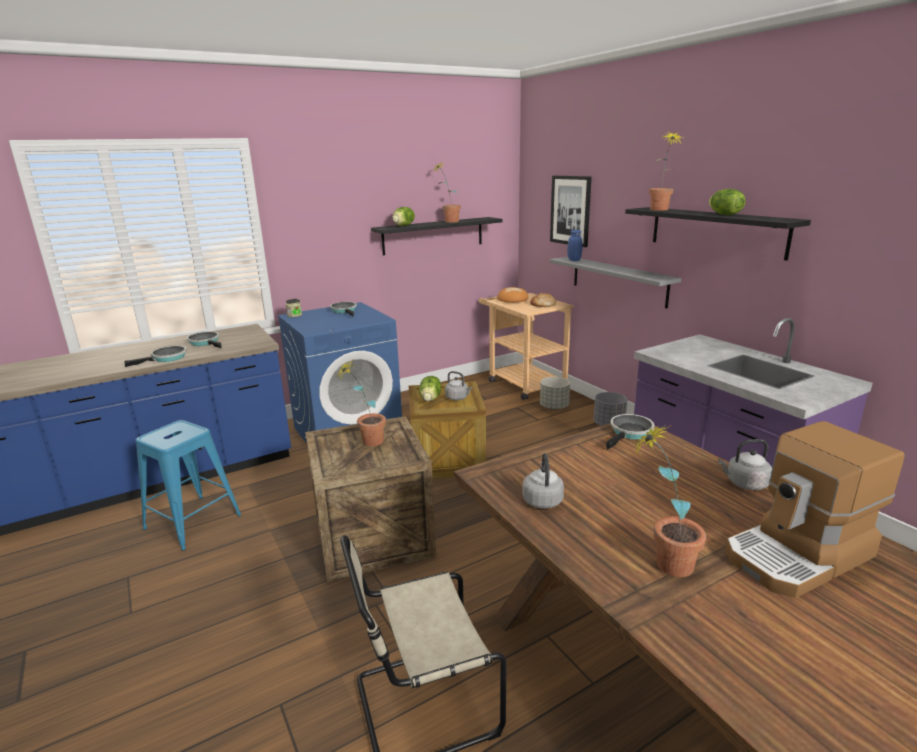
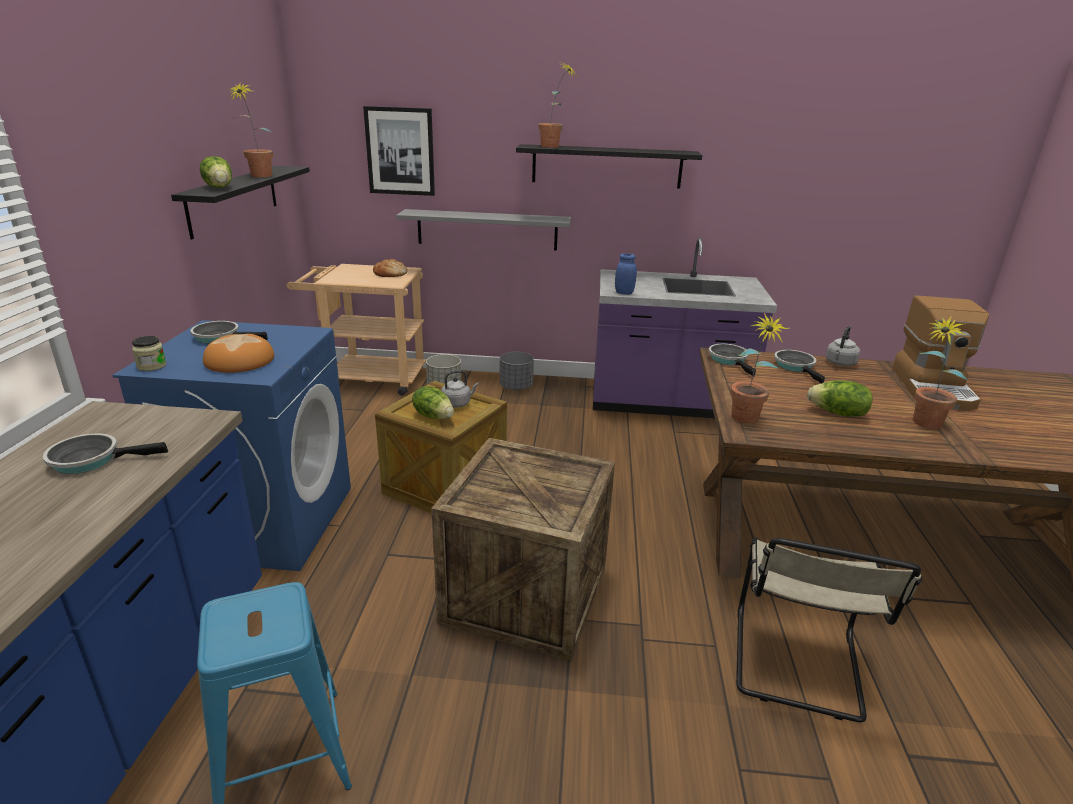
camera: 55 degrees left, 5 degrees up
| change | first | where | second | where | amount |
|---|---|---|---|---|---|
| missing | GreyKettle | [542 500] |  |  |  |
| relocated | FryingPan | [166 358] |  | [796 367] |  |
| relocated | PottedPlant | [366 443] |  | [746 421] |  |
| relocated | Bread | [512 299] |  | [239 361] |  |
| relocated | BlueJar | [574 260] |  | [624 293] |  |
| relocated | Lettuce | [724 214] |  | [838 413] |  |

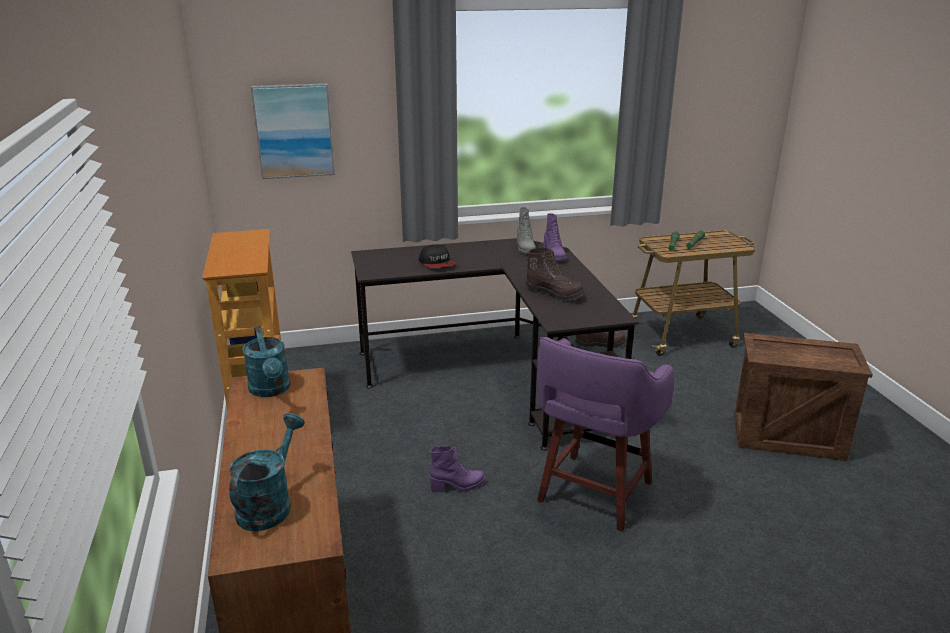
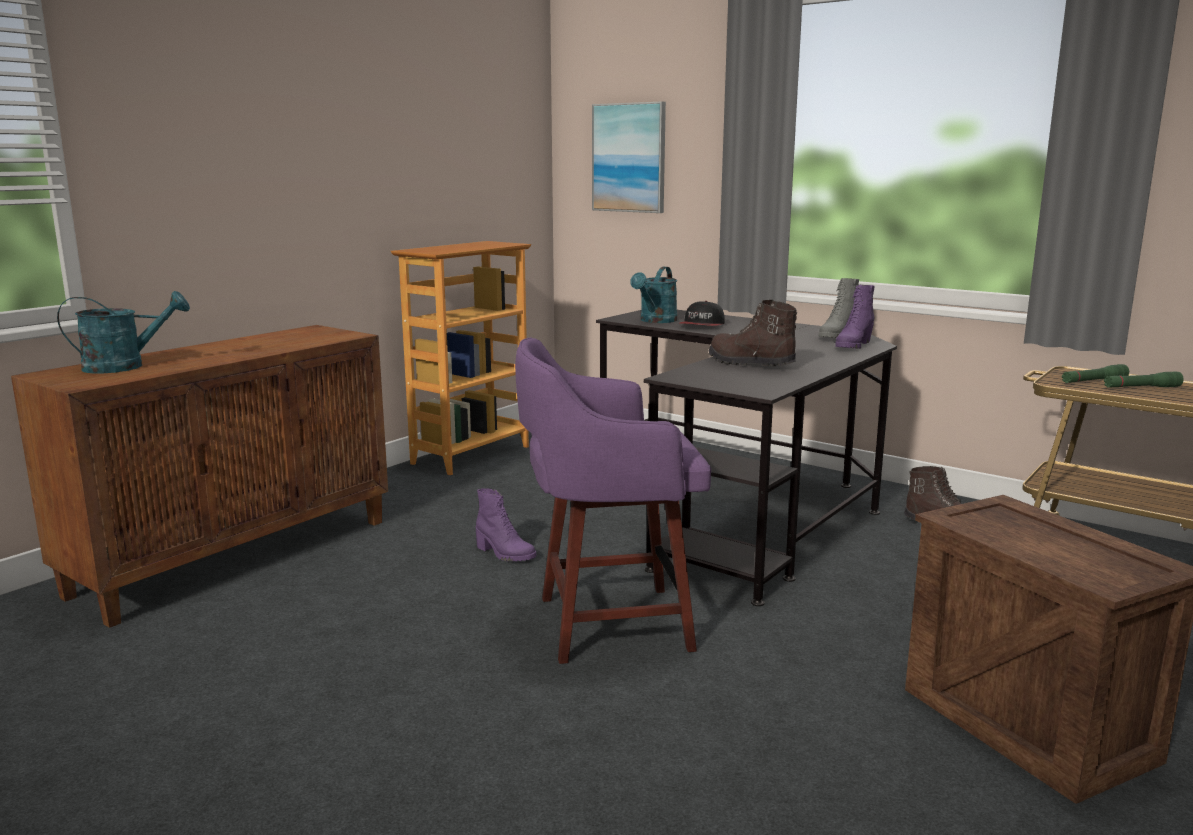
camera: 50 degrees right, 10 degrees down
| change | first | where | second | where | amount |
|---|---|---|---|---|---|
| relocated | TurquoiseWateringCan | [271 390] |  | [655 321] |  |
| spun | BrownBoot | [554 293] |  | [750 363] | 135 degrees clockwise |

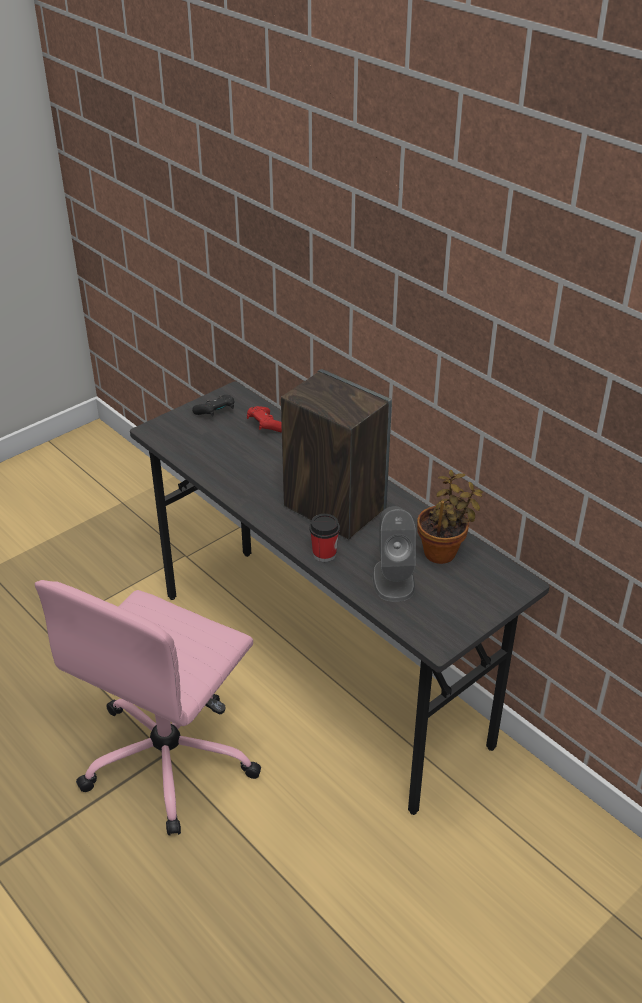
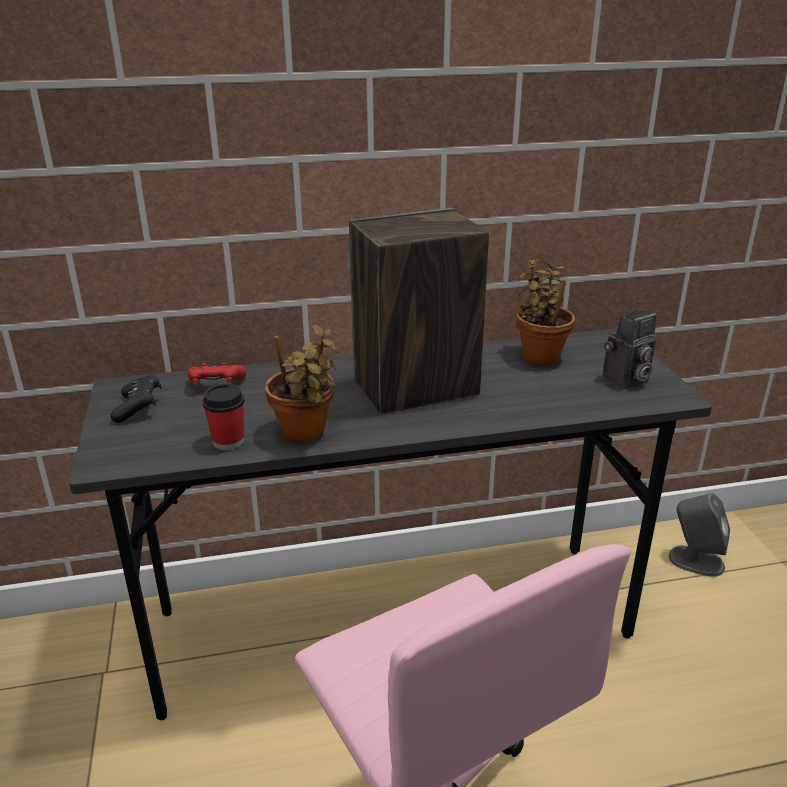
camera: 60 degrees left, 10 degrees down
| change | first | where | second | where | amount |
|---|---|---|---|---|---|
| appeared |  |  | PottedPlant | [306 434] |  |
| appeared |  |  | PhotoCamera | [625 380] |  |
| relocated | Cup | [324 554] |  | [228 441] |  |
| relocated | GreySpeaker | [393 579] |  | [695 561] |  |

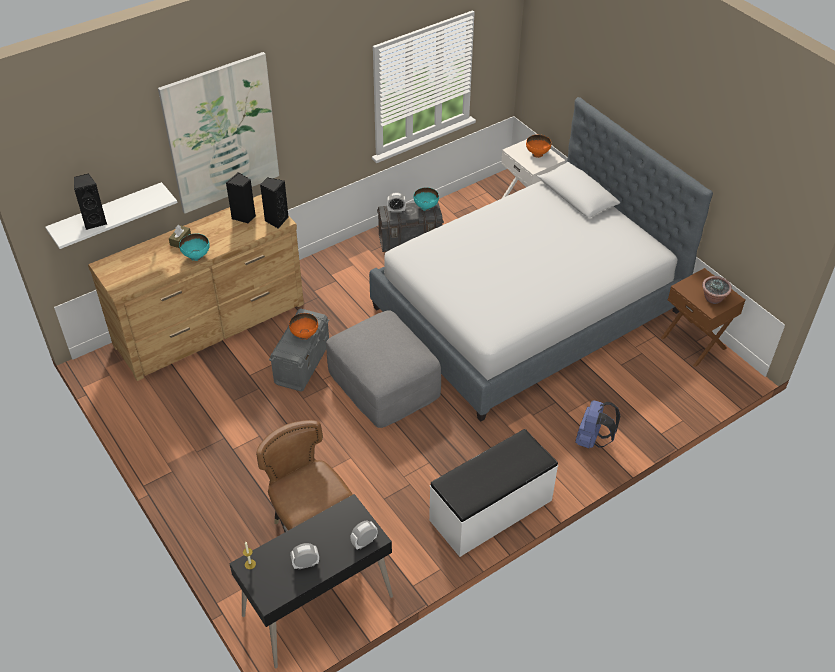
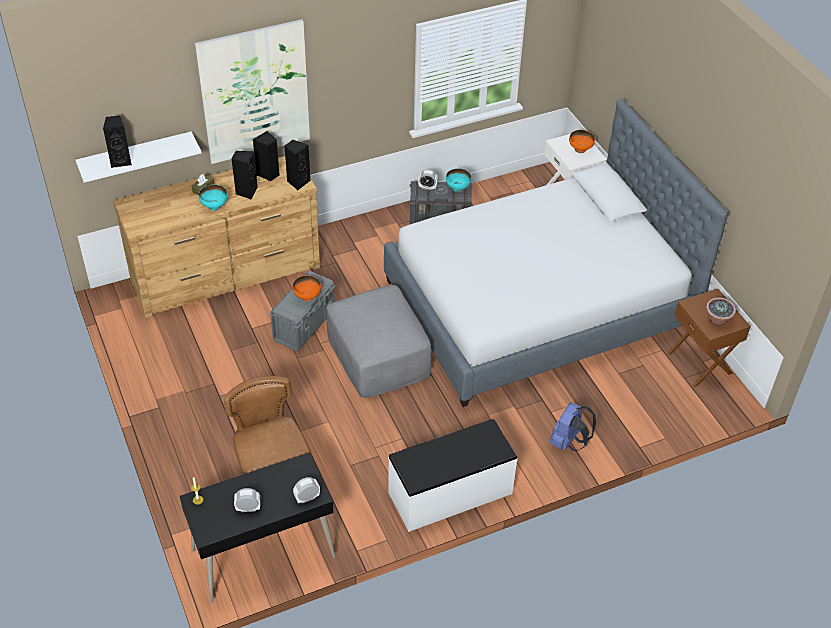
camera: 10 degrees right, 0 degrees up
| change | first | where | second | where | amount |
|---|---|---|---|---|---|
| appeared |  |  | BlackSpeaker | [246 192] |  |

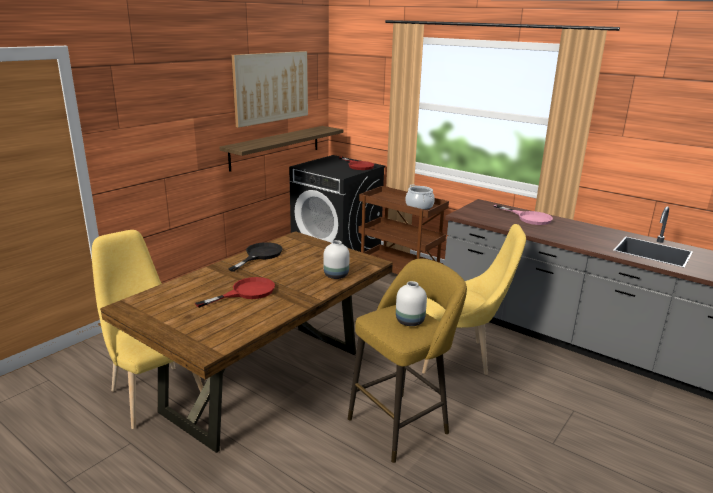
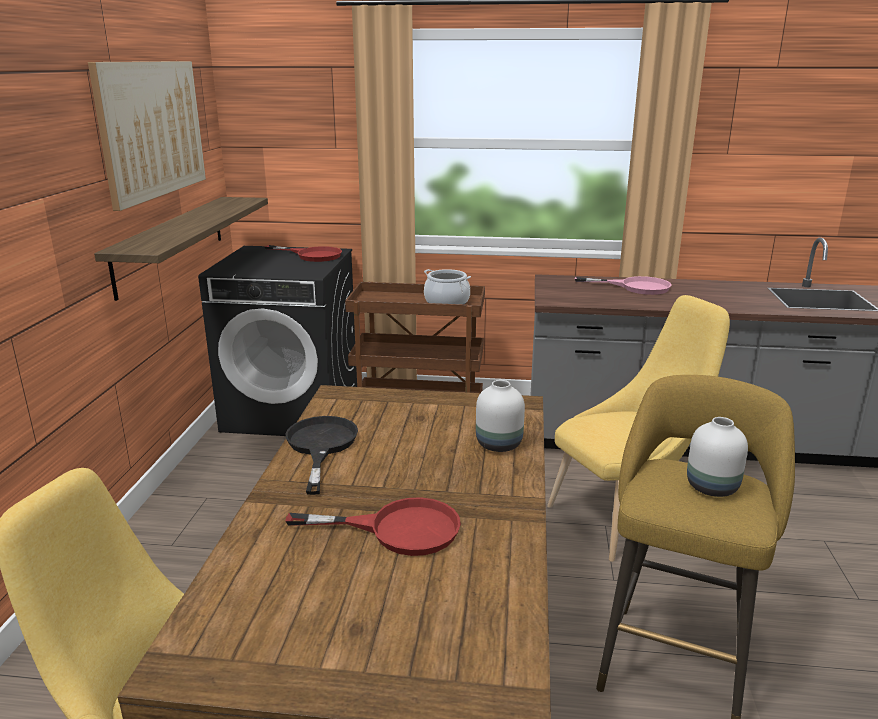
camera: 30 degrees left, 0 degrees up
| change | first | where | second | where | amount |
|---|---|---|---|---|---|
| spun | RedFryingPan | [246 292] |  | [398 529] | 75 degrees clockwise |

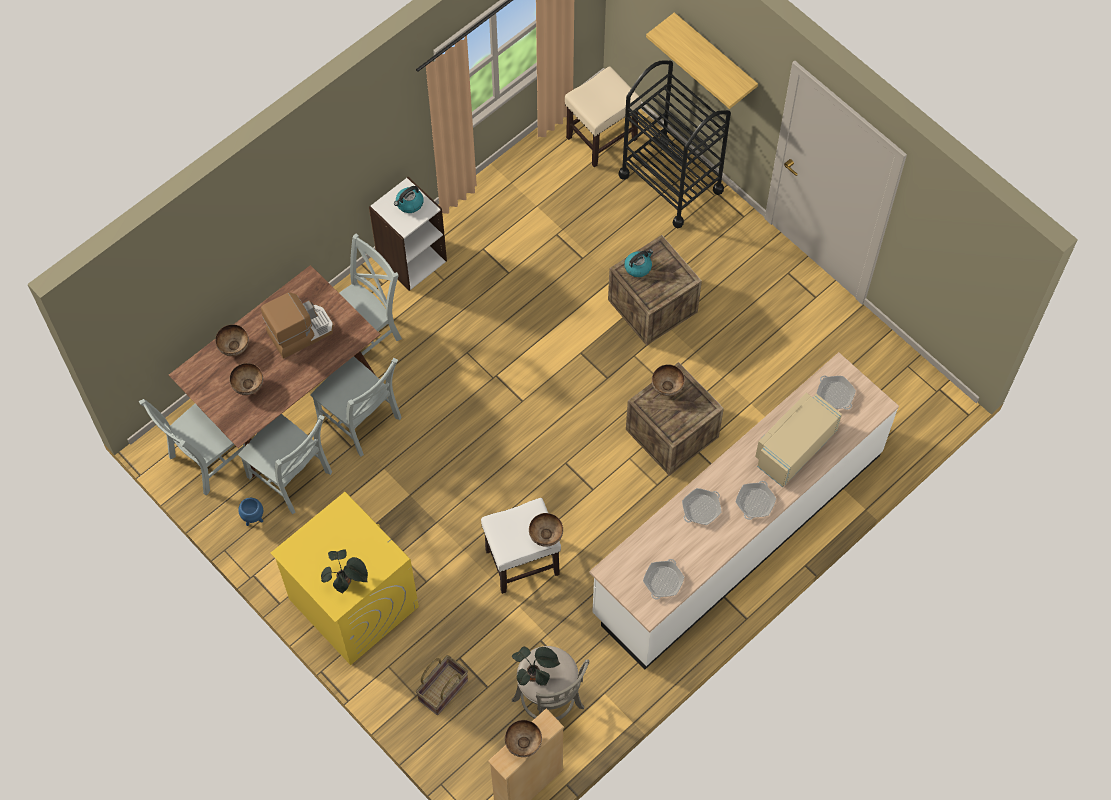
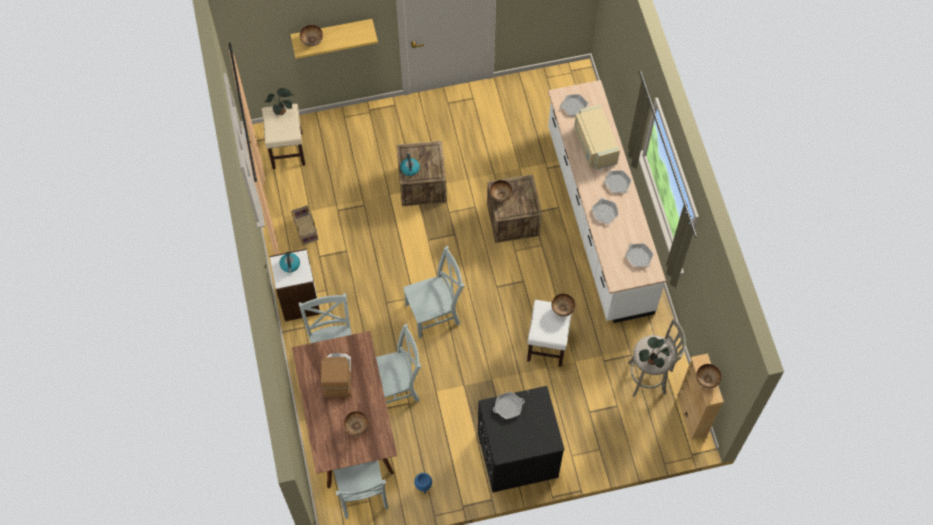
camera: 60 degrees left, 0 degrees up
| change | first | where | second | where | amount |
|---|---|---|---|---|---|
| missing | BlackCart | [671 183] |  |  |  |
| appeared |  |  | FryingPan | [508 406] |  |
| relocated | Bowl | [234 347] |  | [312 42] |  |
| relocated | GreyChair | [292 477] |  | [435 313] |  |
| relocated | PottedPlant | [346 582] |  | [282 111] |  |
| relocated | Basket | [442 689] |  | [305 229] |  |
| colour | YellowWashingMachine | [353 602] | BlackWashingMachine | [517 455] |  |

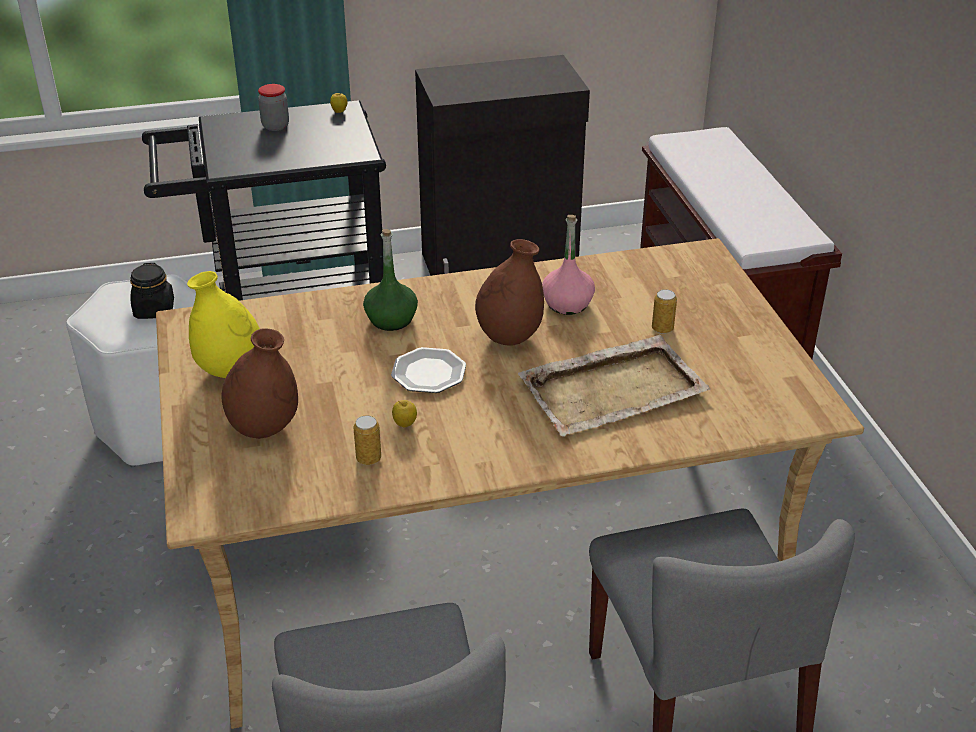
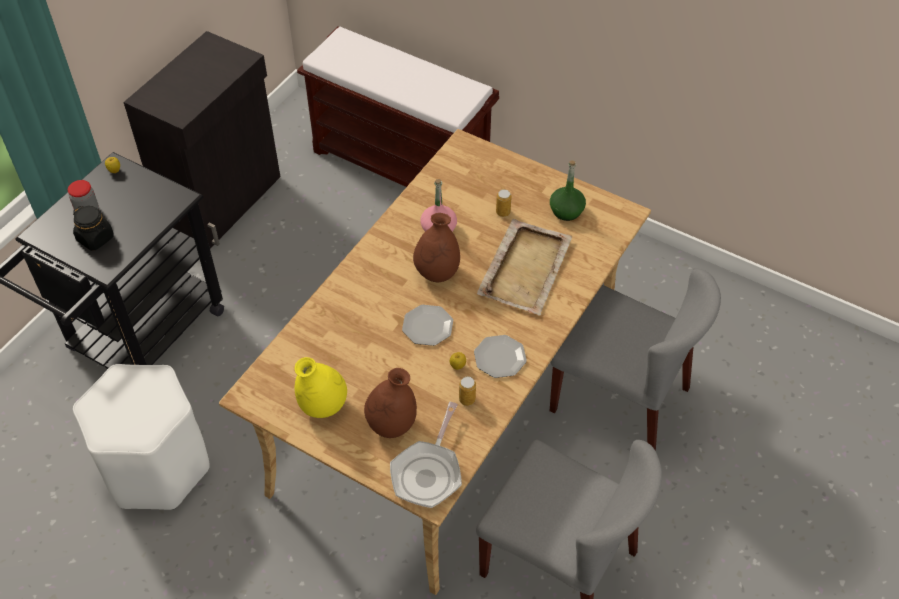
camera: 45 degrees left, 15 degrees up
| change | first | where | second | where | amount |
|---|---|---|---|---|---|
| appeared |  |  | FryingPan | [428 472] |  |
| appeared |  |  | Plate | [499 358] |  |
| relocated | BlackJar | [154 310] |  | [95 238] |  |
| relocated | GreenBottle | [391 319] |  | [566 211] |  |

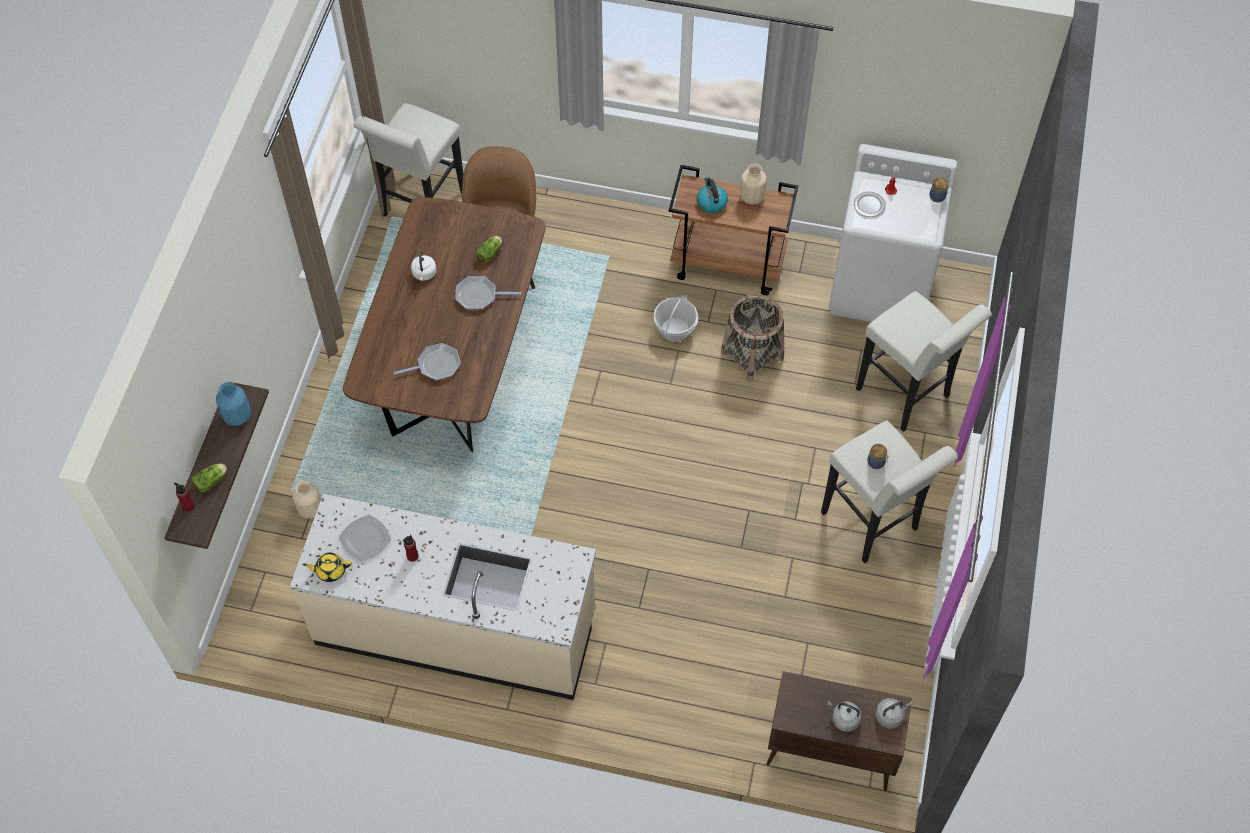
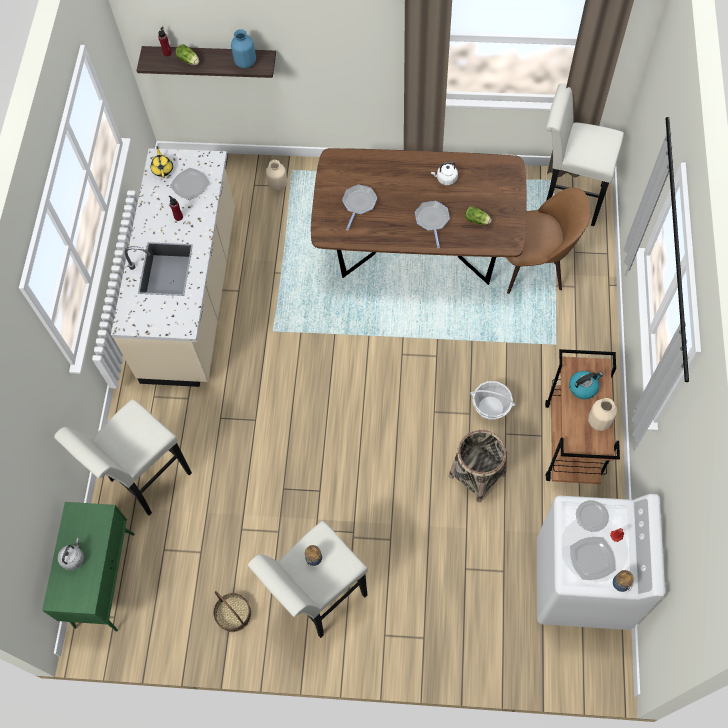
camera: 85 degrees right, 5 degrees up
| change | first | where | second | where | amount |
|---|---|---|---|---|---|
| missing | GreyKettle | [890 716] |  |  |  |
| appeared |  |  | Basket | [233 614] |  |
| appeared |  |  | Plate | [592 559] |  |
| relocated | WhiteStool | [907 396] |  | [146 480] |  |
| colour | BrownCabinet | [828 752] | GreenCabinet | [105 579] |  |
| spun | FryingPan | [436 365] |  | [359 204] | 135 degrees counterclockwise |

